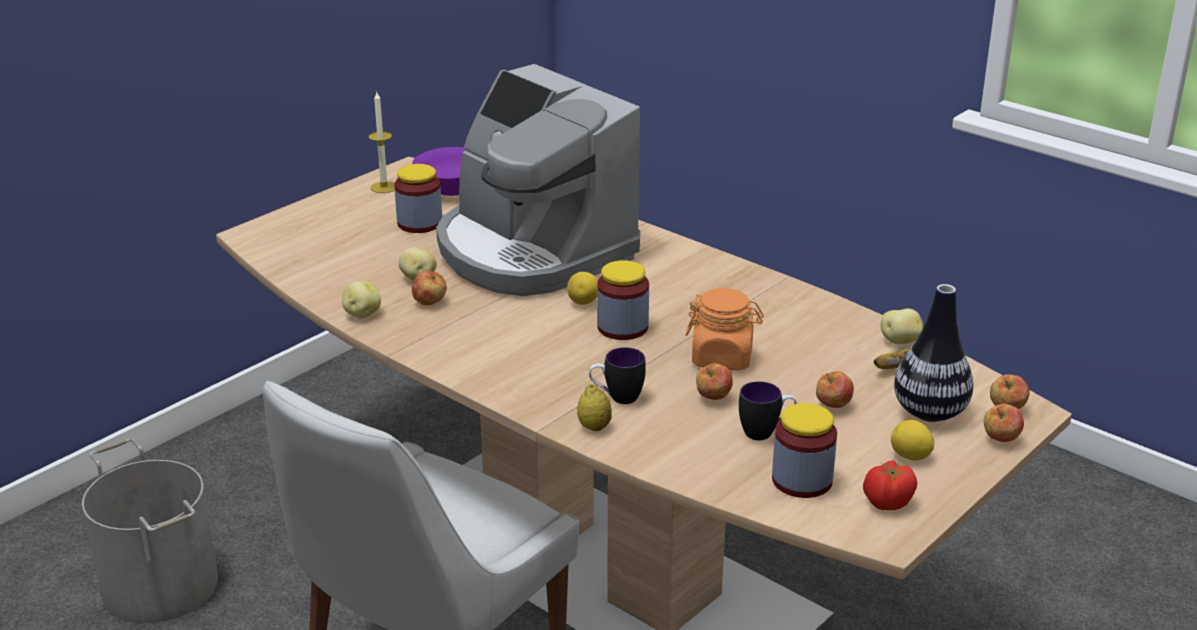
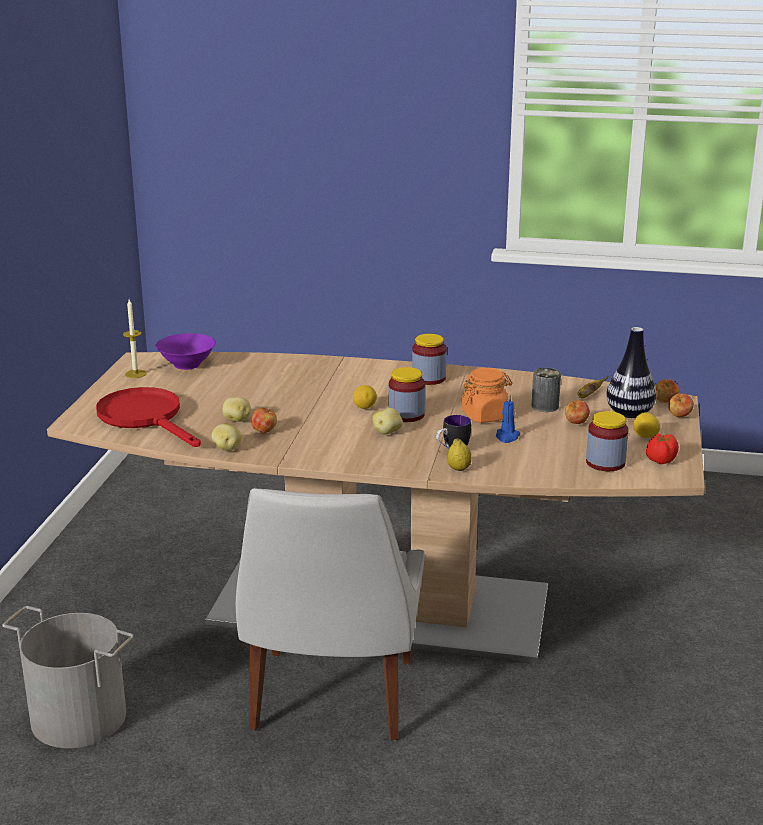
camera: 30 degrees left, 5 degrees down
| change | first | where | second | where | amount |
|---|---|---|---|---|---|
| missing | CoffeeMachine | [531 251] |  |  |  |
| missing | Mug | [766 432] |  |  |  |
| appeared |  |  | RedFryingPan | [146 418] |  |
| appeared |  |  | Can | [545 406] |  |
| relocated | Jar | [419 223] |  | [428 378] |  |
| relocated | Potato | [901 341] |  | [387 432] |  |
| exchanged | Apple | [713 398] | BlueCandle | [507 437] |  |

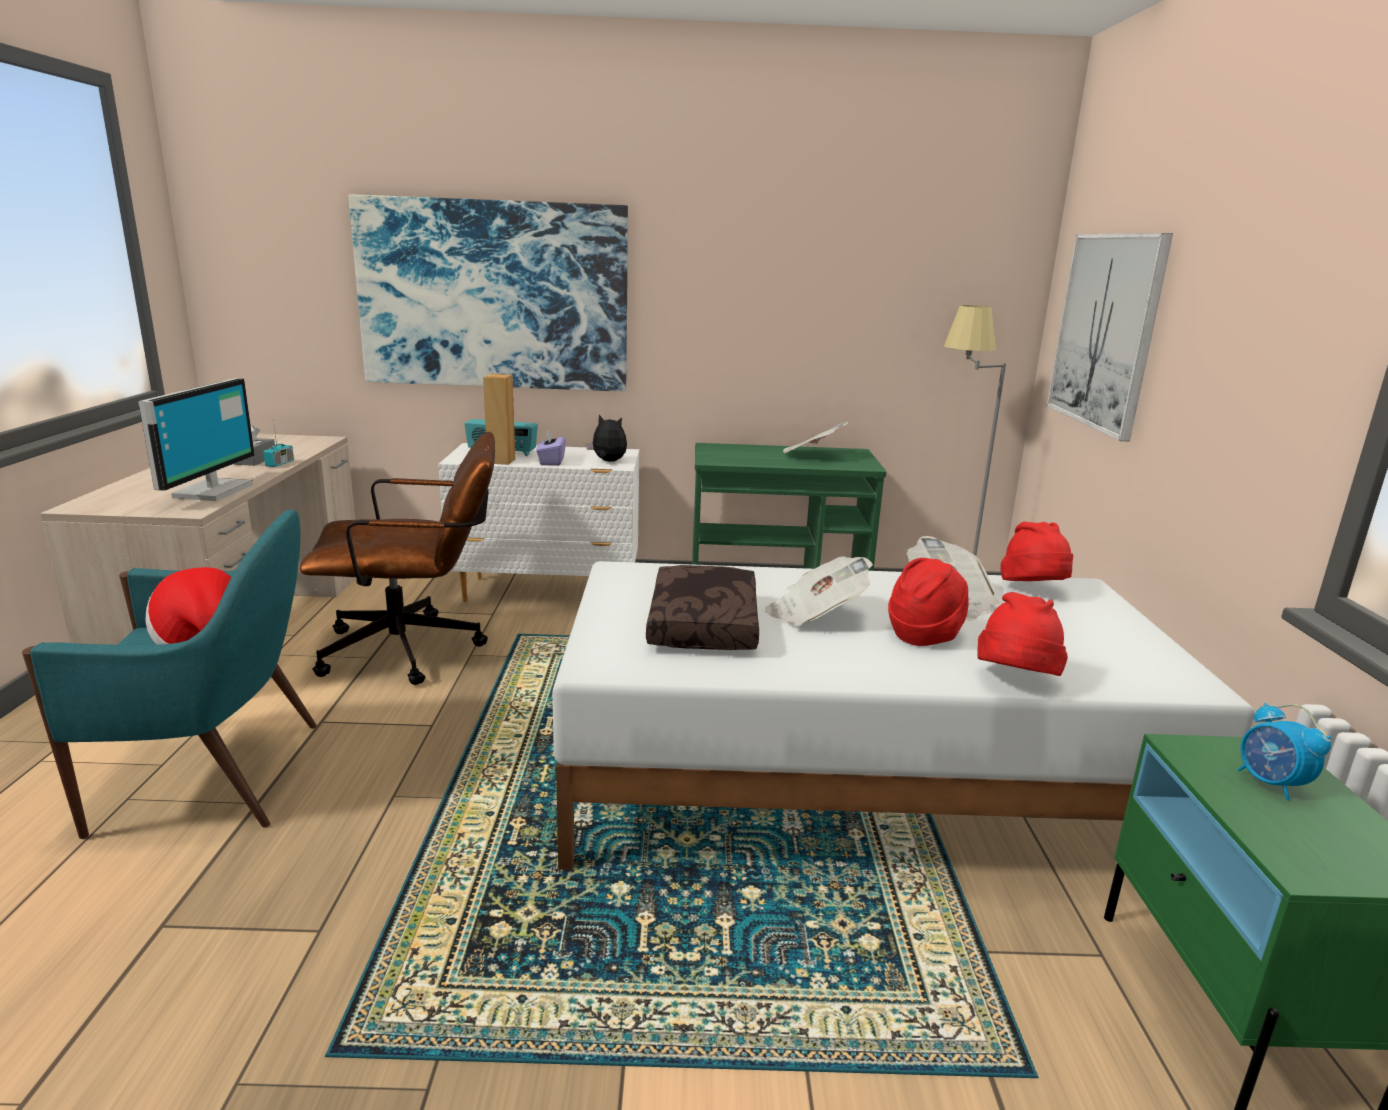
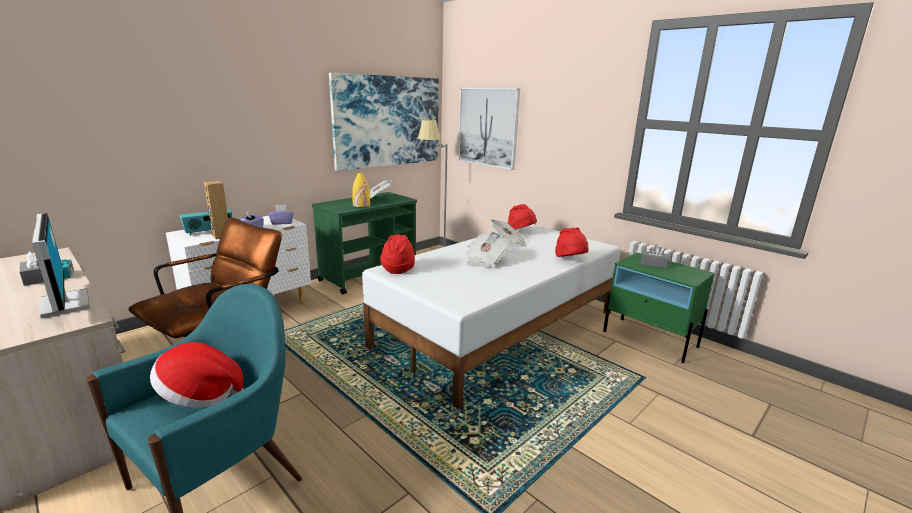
camera: 45 degrees left, 0 degrees up
| change | first | where | second | where | amount |
|---|---|---|---|---|---|
| missing | BrownPillow | [706 625] |  |  |  |
| appeared |  |  | YellowVase | [361 205] |  |
| relocated | Picture | [494 295] |  | [388 121] |  |
| relocated | RedHat | [924 635] |  | [398 269] |  |
| exchanged | PlushToy | [608 461] | PurpleTissueBox | [282 222] |  |
| exchanged | AlarmClock | [1271 784] | GreyTissueBox | [653 264] |  |

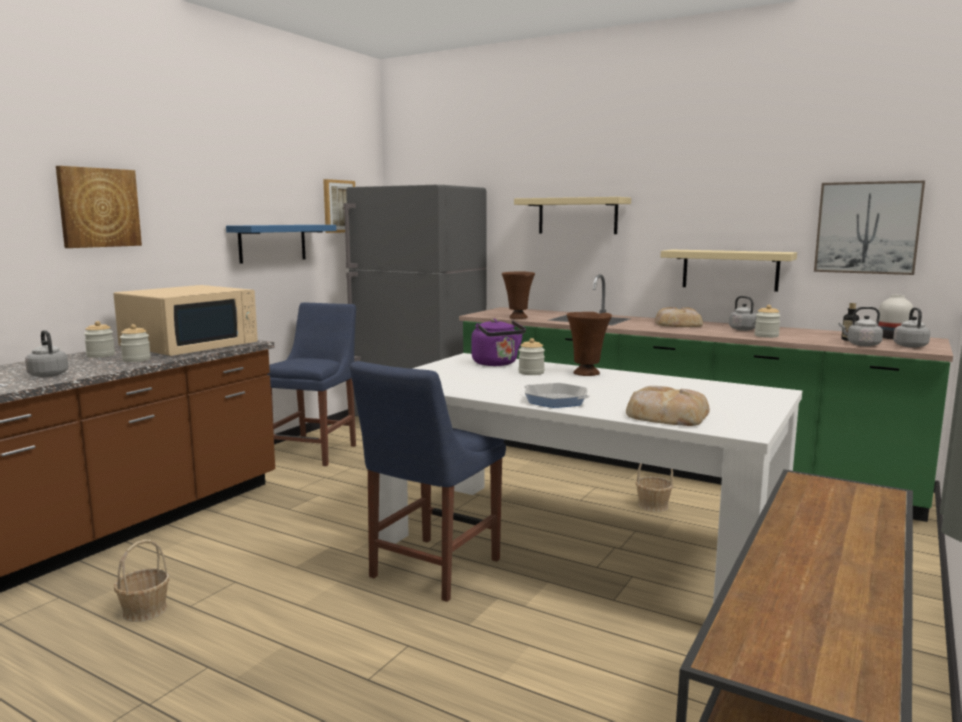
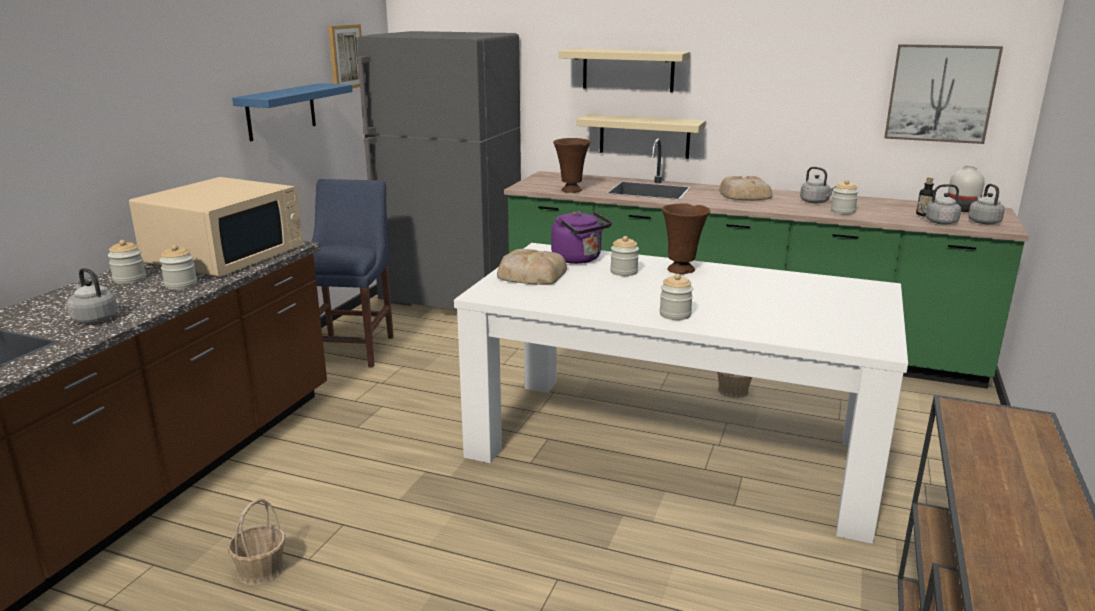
camera: 10 degrees left, 10 degrees up
| change | first | where | second | where | amount |
|---|---|---|---|---|---|
| missing | Picture | [98 207] |  |  |  |
| missing | BlueChair | [431 570] |  |  |  |
| relocated | Bread | [666 415] |  | [531 274] |  |
| relocated | BeigeShelf | [730 270] |  | [644 136] |  |
| exchanged | FryingPan | [556 400] | Jar | [675 314] |  |

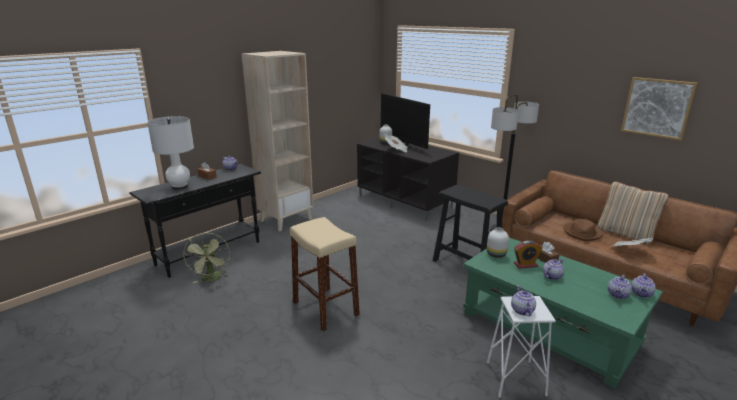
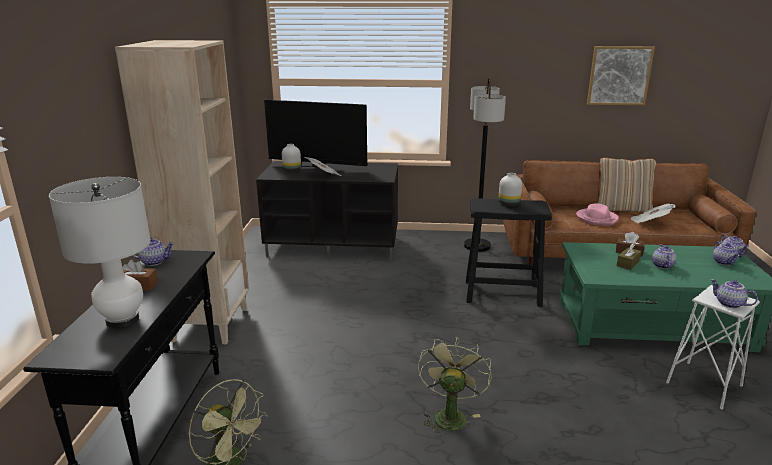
camera: 40 degrees left, 0 degrees up
| change | first | where | second | where | amount |
|---|---|---|---|---|---|
| relocated | WhiteVase | [496 254] |  | [509 203] |  |
| exchanged | BeigeStool | [325 308] | GreenFan | [450 414] |  |
| exchanged | AlarmClock | [525 265] | BrownTissueBox | [627 263] |  |
| colour | BrownHat | [582 233] | PinkHat | [597 219] |  |

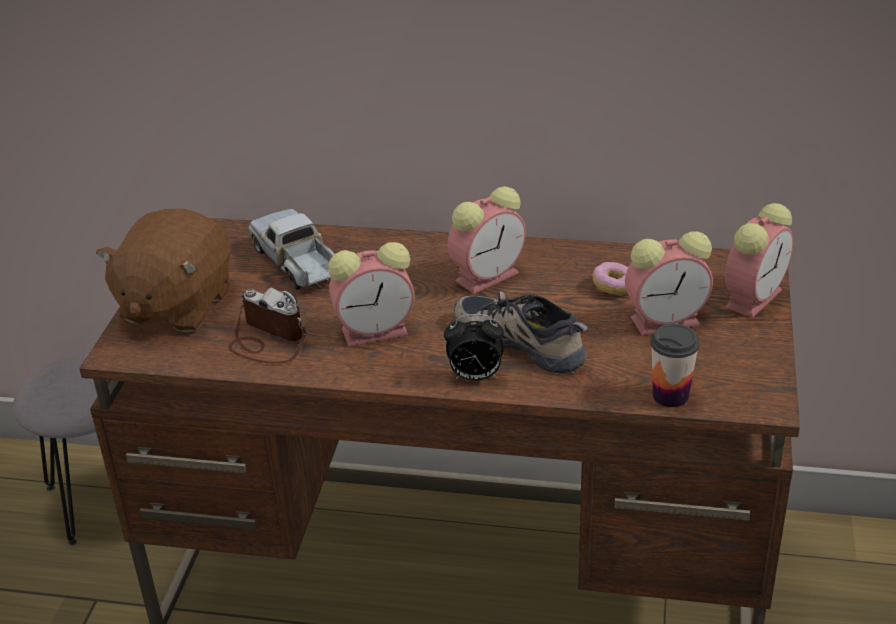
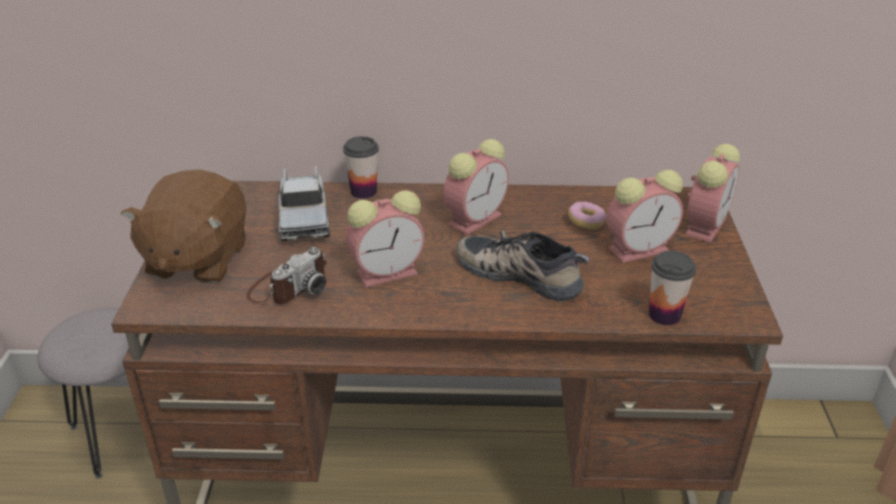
camera: 10 degrees left, 0 degrees up
| change | first | where | second | where | amount |
|---|---|---|---|---|---|
| missing | AlarmClock | [475 377] |  |  |  |
| appeared |  |  | Cup | [363 191] |  |
| spun | PhotoCamera | [267 340] |  | [289 286] | 105 degrees clockwise |
| spun | ToyTruck | [298 263] |  | [304 216] | 150 degrees counterclockwise |

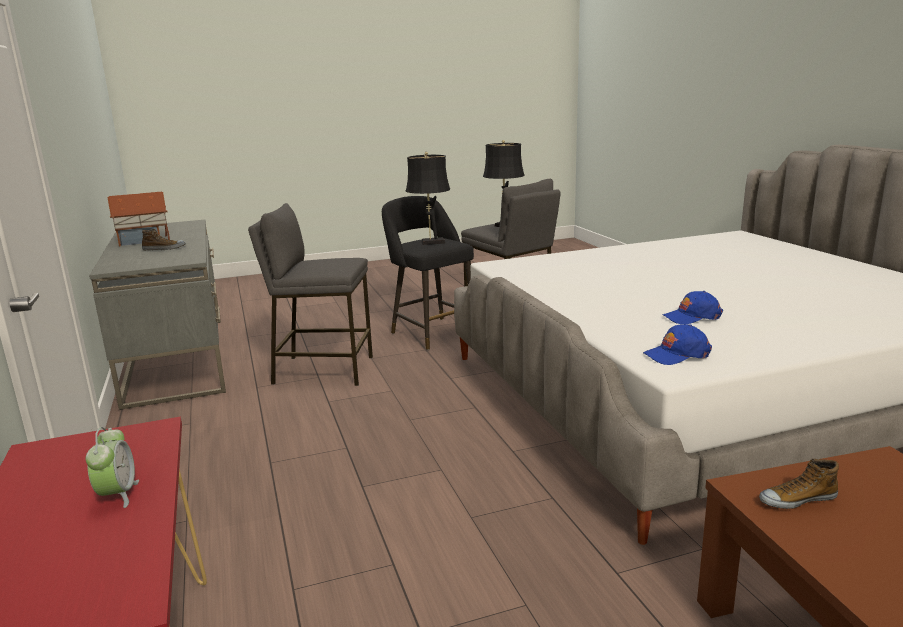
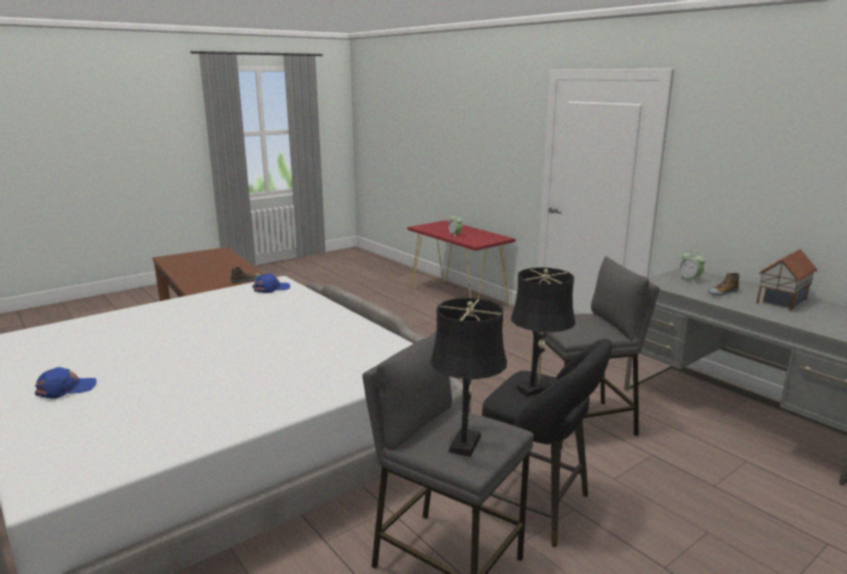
camera: 160 degrees right, 0 degrees up
| change | first | where | second | where | amount |
|---|---|---|---|---|---|
| appeared |  |  | AlarmClock | [689 280] |  |
| relocated | BlueCap | [692 317] |  | [66 389] |  |

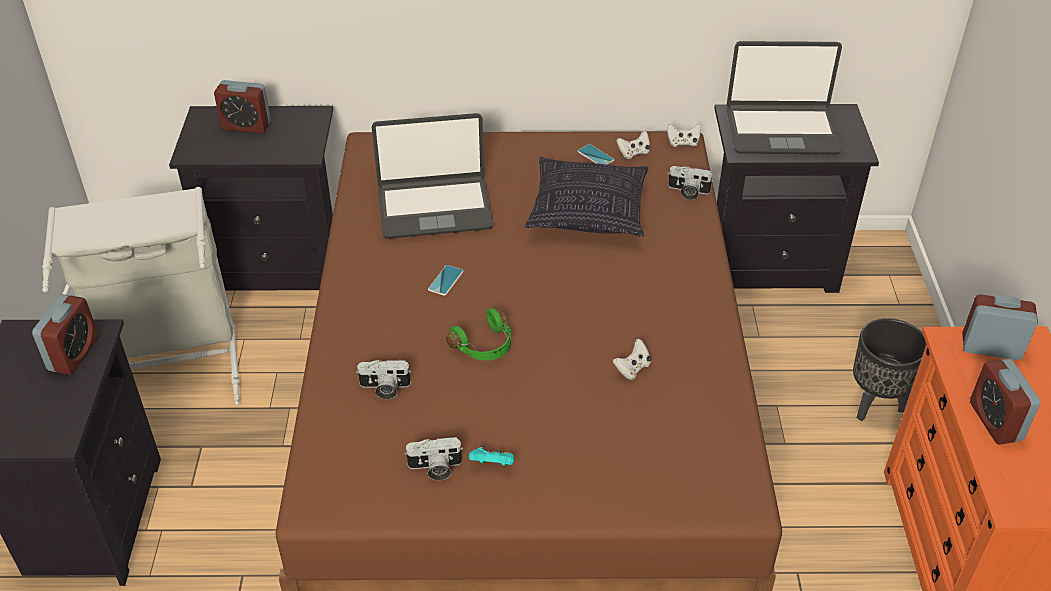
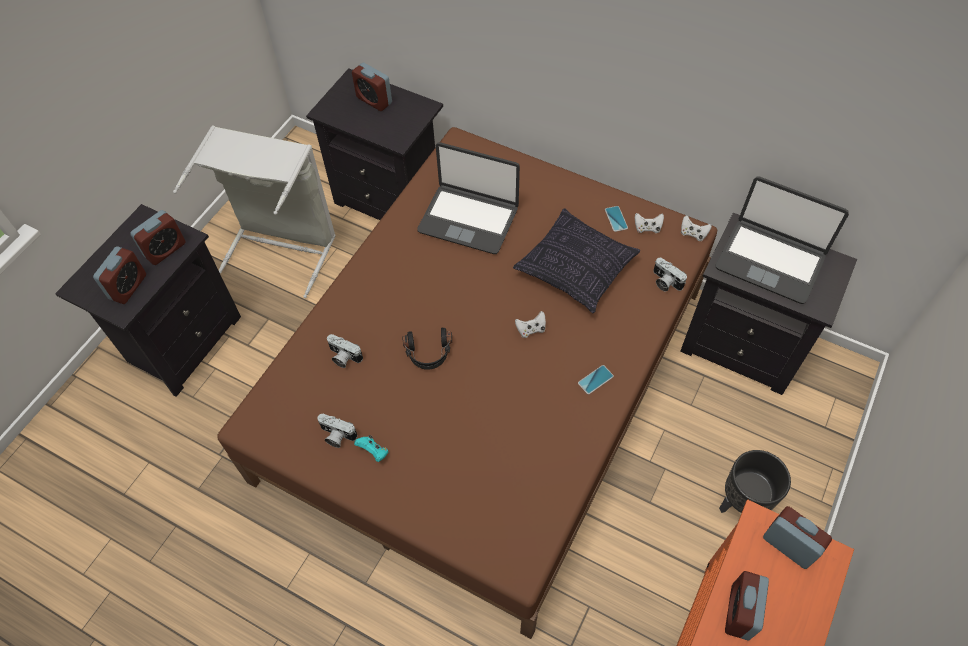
camera: 30 degrees right, 15 degrees up
| change | first | where | second | where | amount |
|---|---|---|---|---|---|
| appeared |  |  | AlarmClock | [128 287] |  |
| relocated | Phone | [445 280] |  | [595 380] |  |
| relocated | WhiteGameController | [632 369] |  | [531 329] |  |
| colour | GreenHeadphones | [485 346] | BlackHeadphones | [428 353] |  |

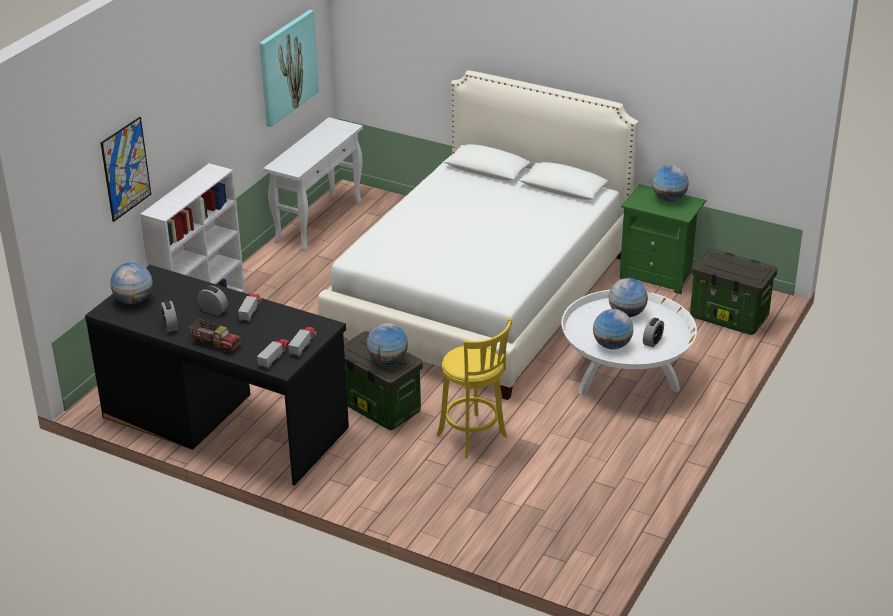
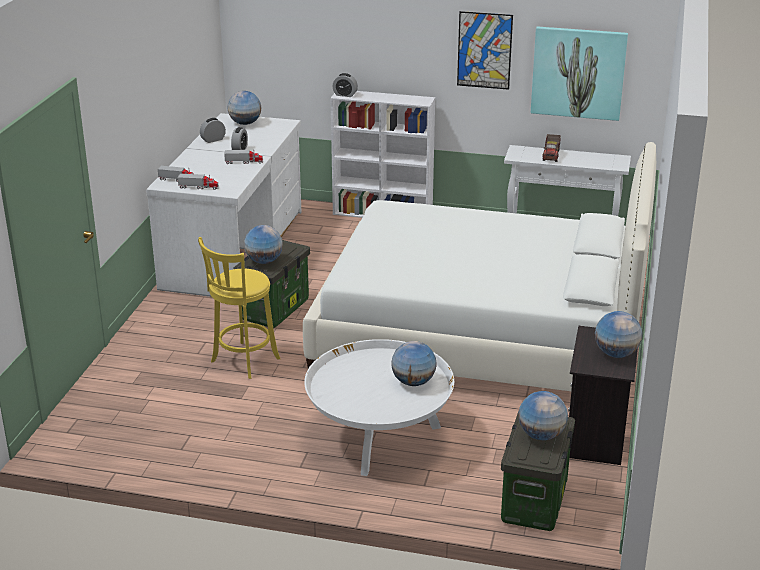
camera: 75 degrees right, 5 degrees down
| change | first | where | second | where | amount |
|---|---|---|---|---|---|
| relocated | Picture | [125 169] |  | [484 50] |  |
| relocated | ToyTruck | [216 344] |  | [551 155] |  |
| relocated | Globe | [611 345] |  | [541 435] |  |
| relocated | AlarmClock | [652 341] |  | [345 95] |  |
| colour | BlackDesk | [226 421] | WhiteDesk | [235 249] |  |
| colour | GreenNightstand | [658 275] | BlackNightstand | [596 441] |  |

